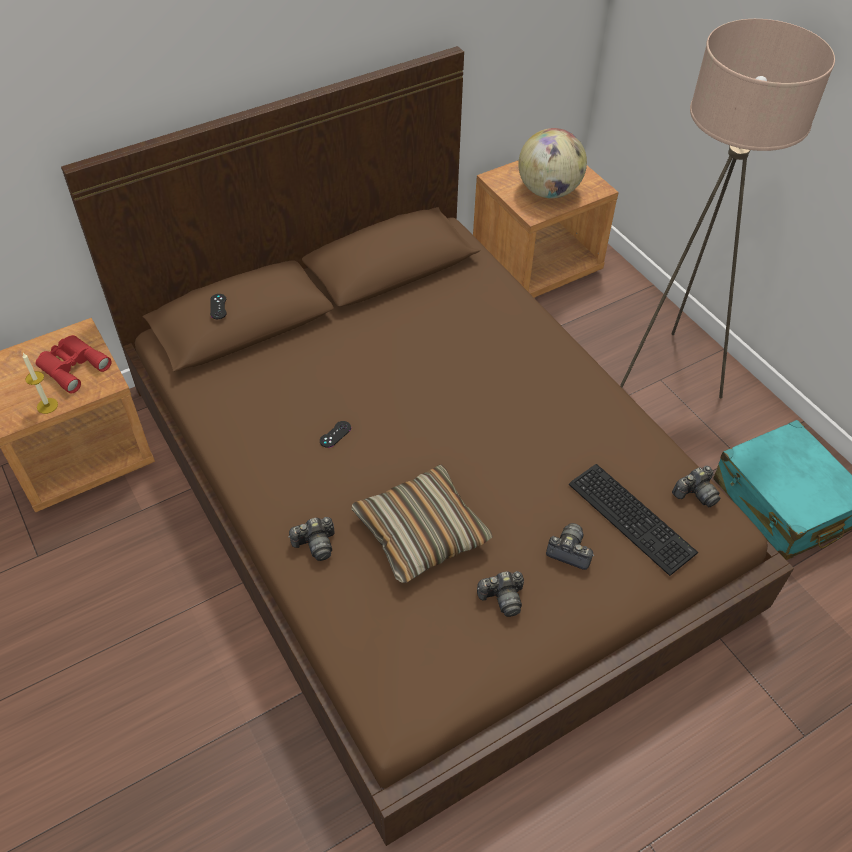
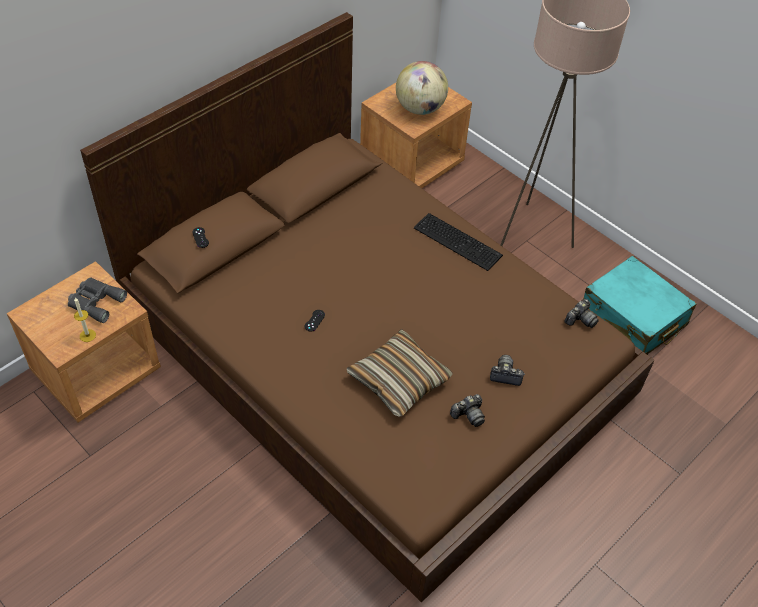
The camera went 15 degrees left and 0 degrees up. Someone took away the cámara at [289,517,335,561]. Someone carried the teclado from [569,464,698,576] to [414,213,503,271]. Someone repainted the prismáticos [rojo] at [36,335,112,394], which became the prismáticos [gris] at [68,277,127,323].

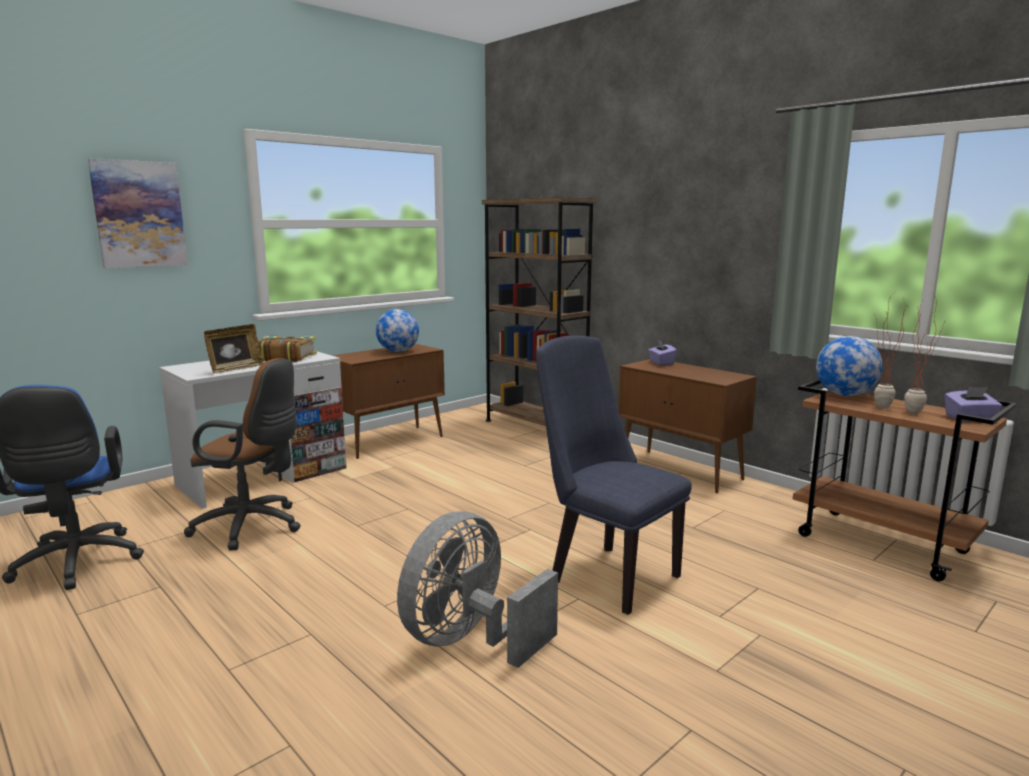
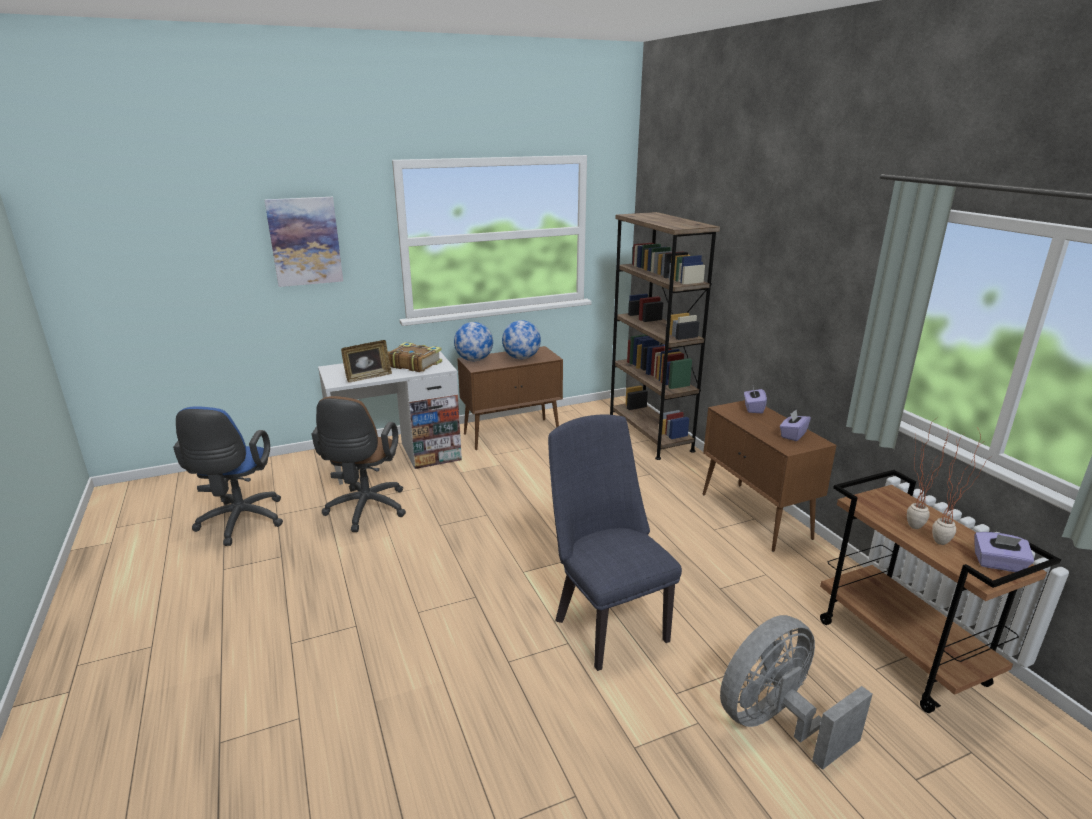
The camera went 20 degrees right and 10 degrees up. Someone put down the caja de pañuelos [morado] at [780,409,811,441]. Someone carried the ventilador [gris] from [397,511,558,668] to [720,615,873,770]. Someone carried the globo terráqueo from [816,336,883,396] to [454,322,493,361]. Someone rotated the silla de oficina [marrón] at [184,358,301,550] by 60 degrees clockwise.

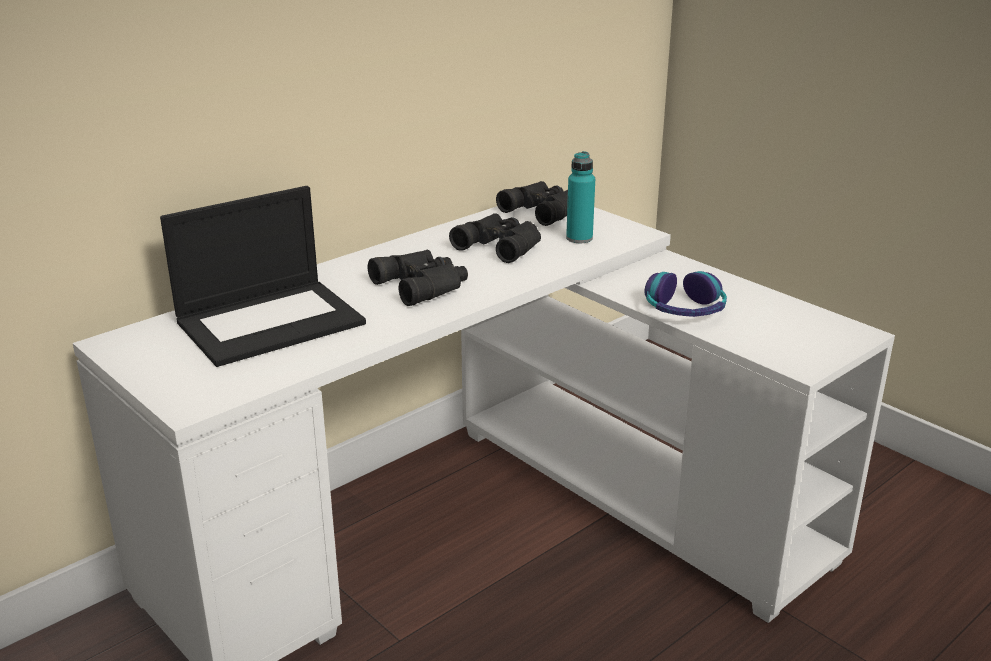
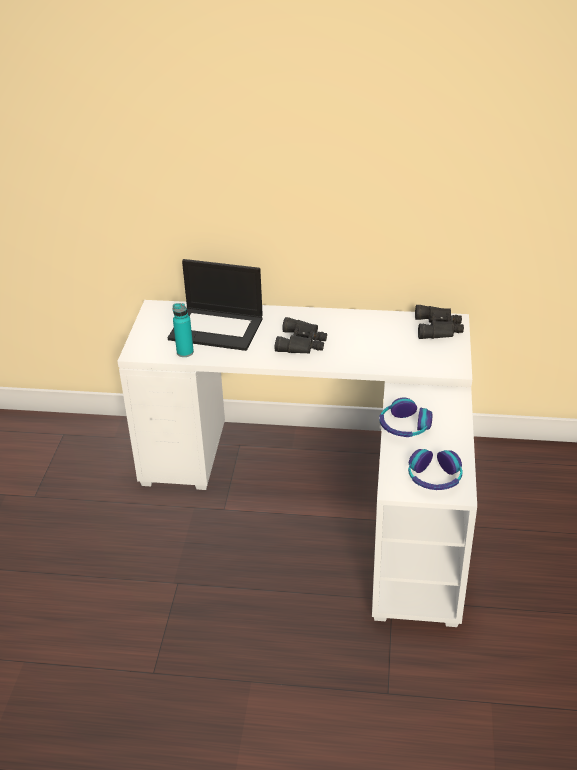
The camera went 50 degrees right and 10 degrees up. Someone took away the prismáticos [negro] at [449,213,541,263]. Someone put down the auriculares at [408,449,463,490]. Someone carried the botella [turquesa] from [566,151,595,243] to [173,303,194,357].

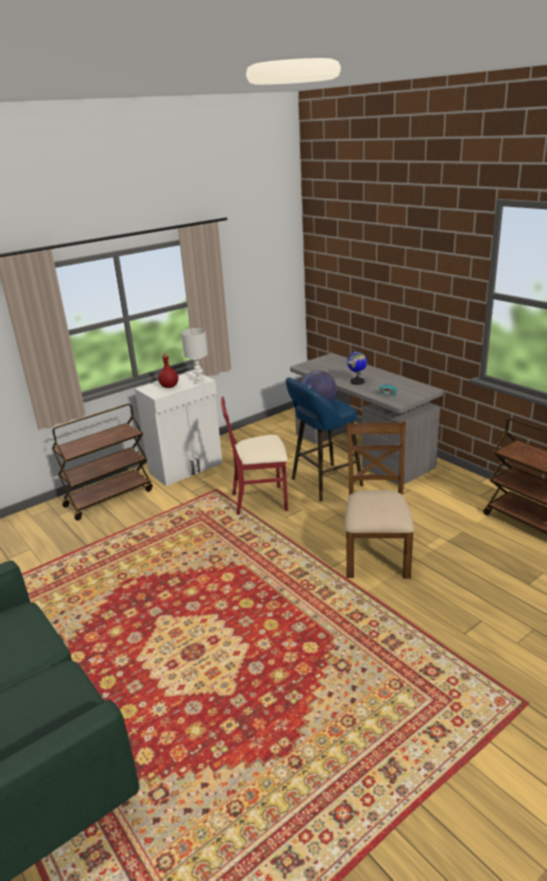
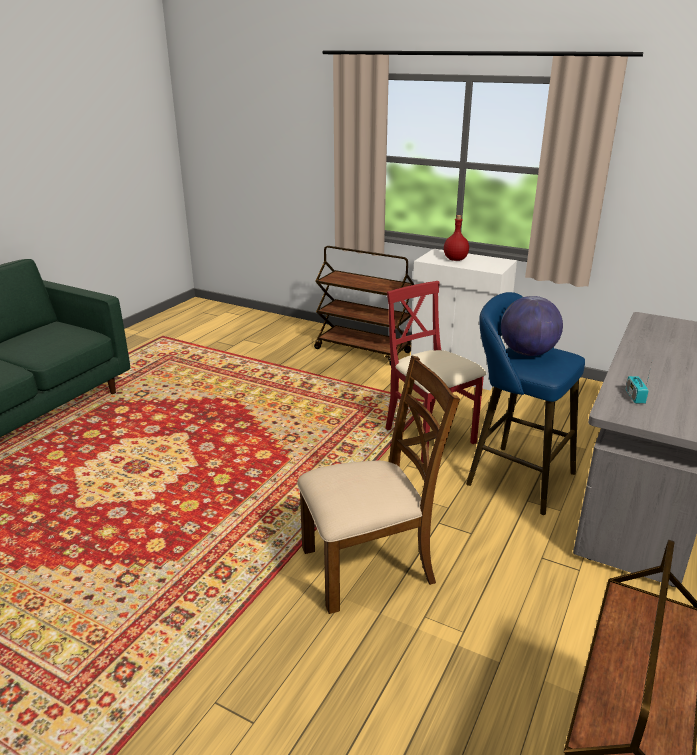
The camera went 65 degrees right and 0 degrees up. Someone took away the lámpara de mesa [blanco] at [181,328,208,384]. Someone took away the globo terráqueo at [347,349,367,385].

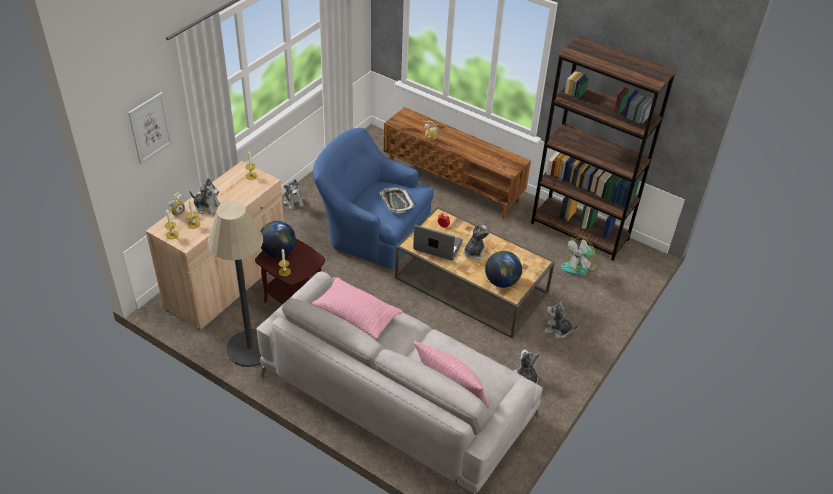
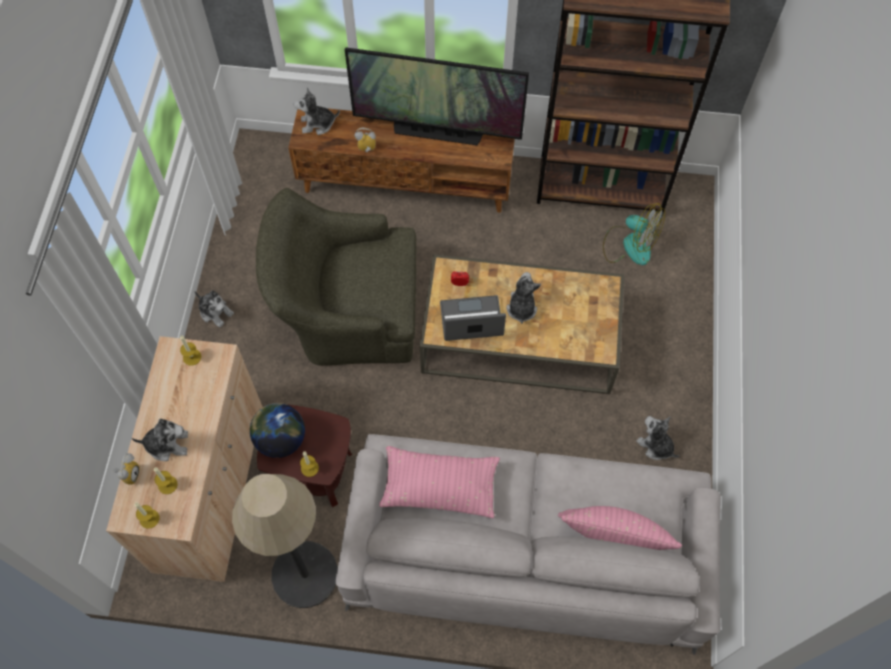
The camera went 25 degrees left and 20 degrees up. Someone took away the cuadro at [128,92,173,164]. Someone took away the bandeja at [380,187,415,213]. Someone took away the globo terráqueo at [485,251,522,288]. Someone put down the televisor at [345,47,529,145]. Someone carried the peluche from [544,301,578,338] to [293,87,340,135]. Someone repainted the sillón [azul] at [313,128,434,269], which became the sillón [verde] at [256,188,416,365]. Someone rotated the ventilador at [561,235,599,276] by 90 degrees counterclockwise.

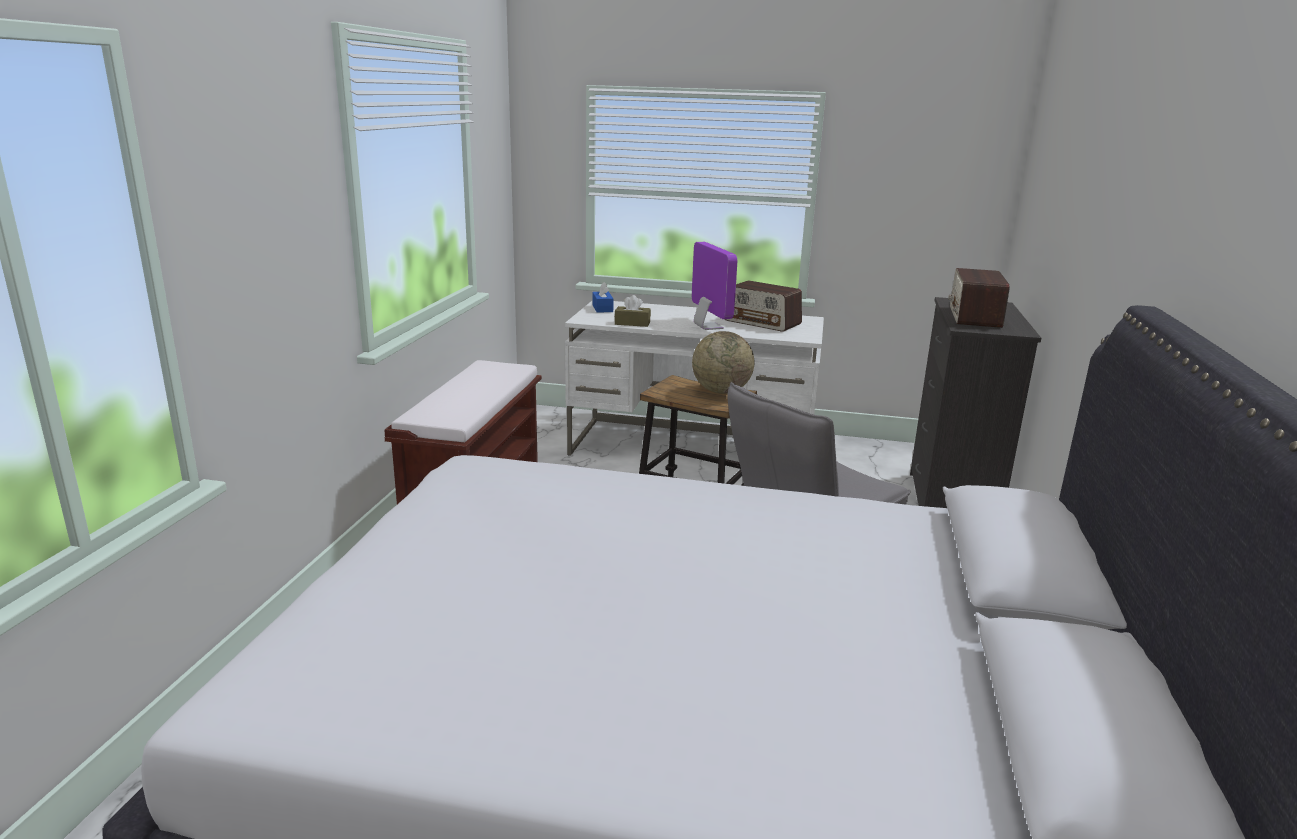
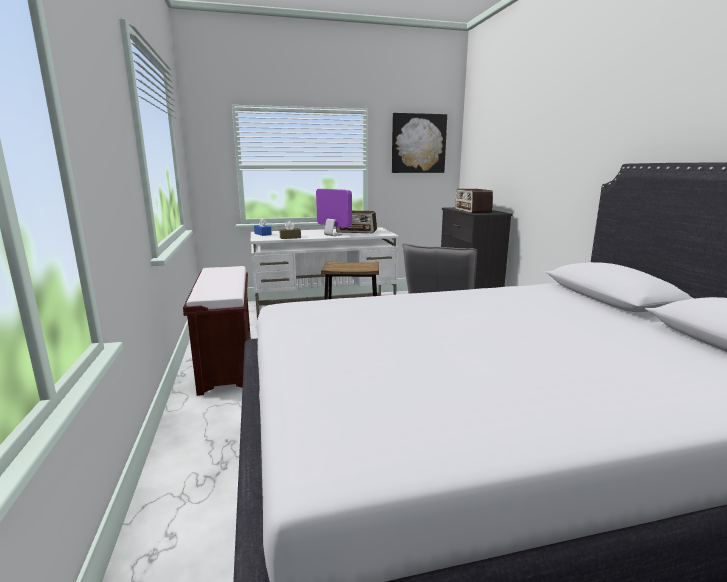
The camera went 25 degrees left and 5 degrees down. Someone took away the globo terráqueo at [692,331,754,394]. Someone put up the cuadro at [392,113,447,173].

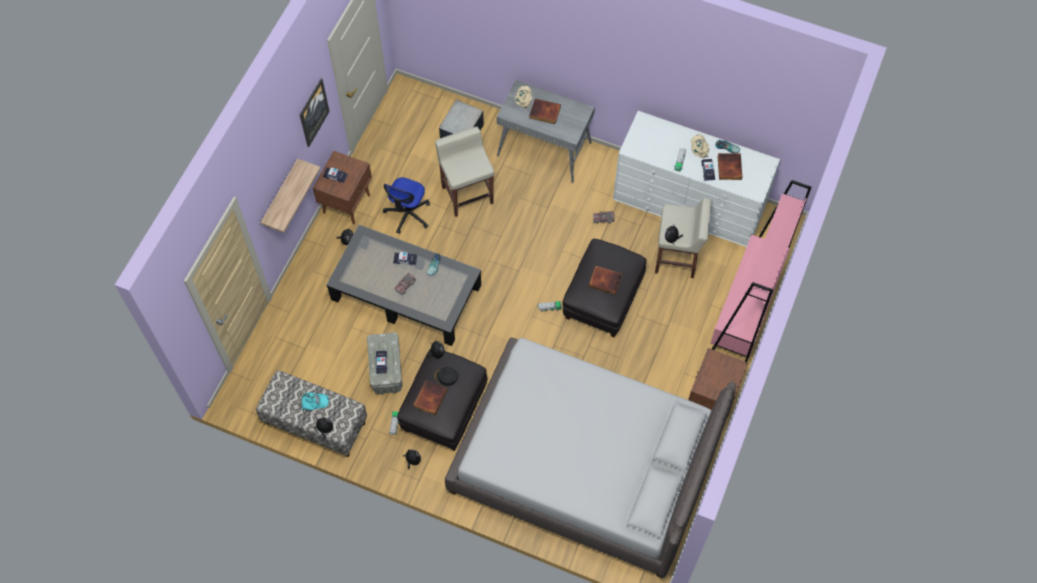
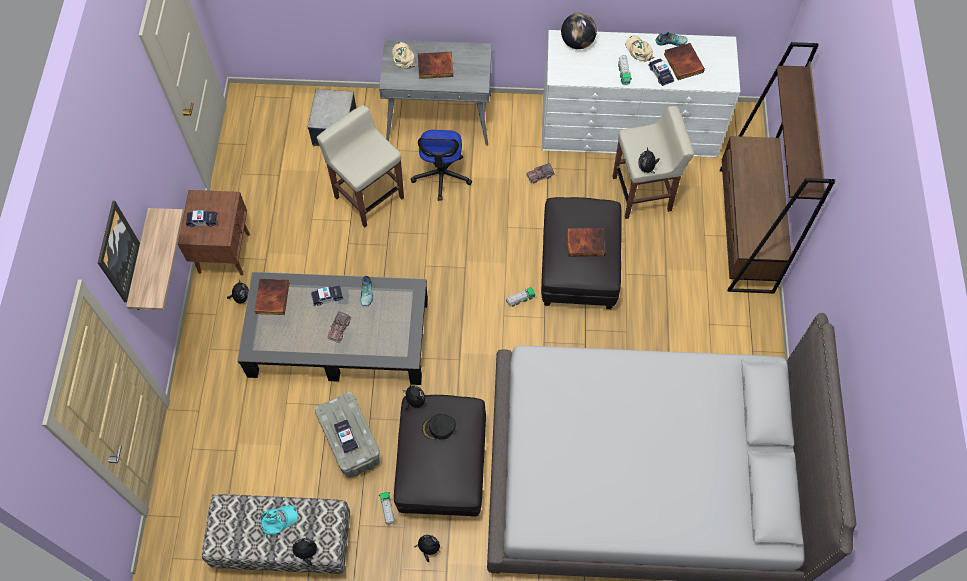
The camera went 20 degrees left and 0 degrees up. Someone took away the mesita de noche [marrón] at [688,348,748,418]. Someone put down the globo terráqueo at [561,13,597,49]. Someone carried the cuadro from [300,79,330,147] to [98,201,140,302]. Someone carried the silla de oficina from [383,177,430,234] to [411,130,472,201]. Someone carried the libro from [414,380,447,415] to [254,279,289,315]. Someone repainted the estantería [rosa] at [710,180,812,362], which became the estantería [marrón] at [720,42,835,294].

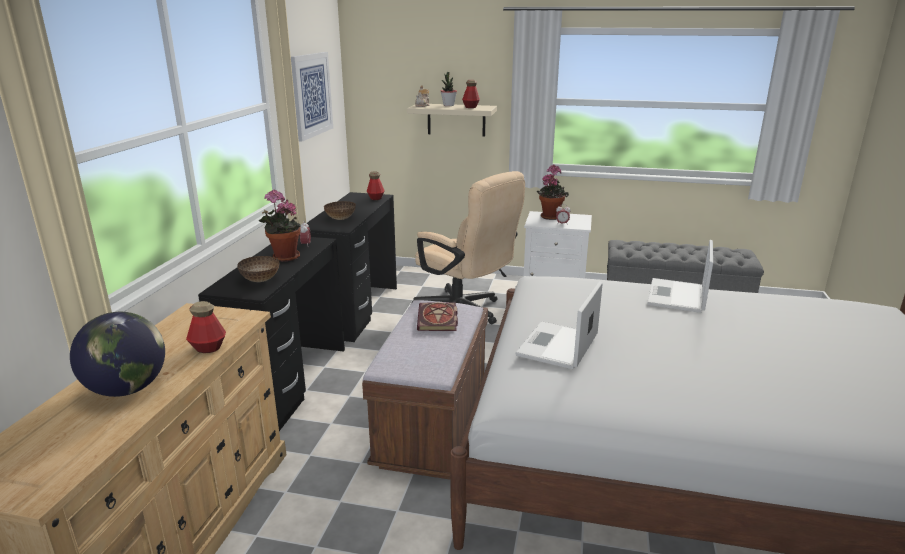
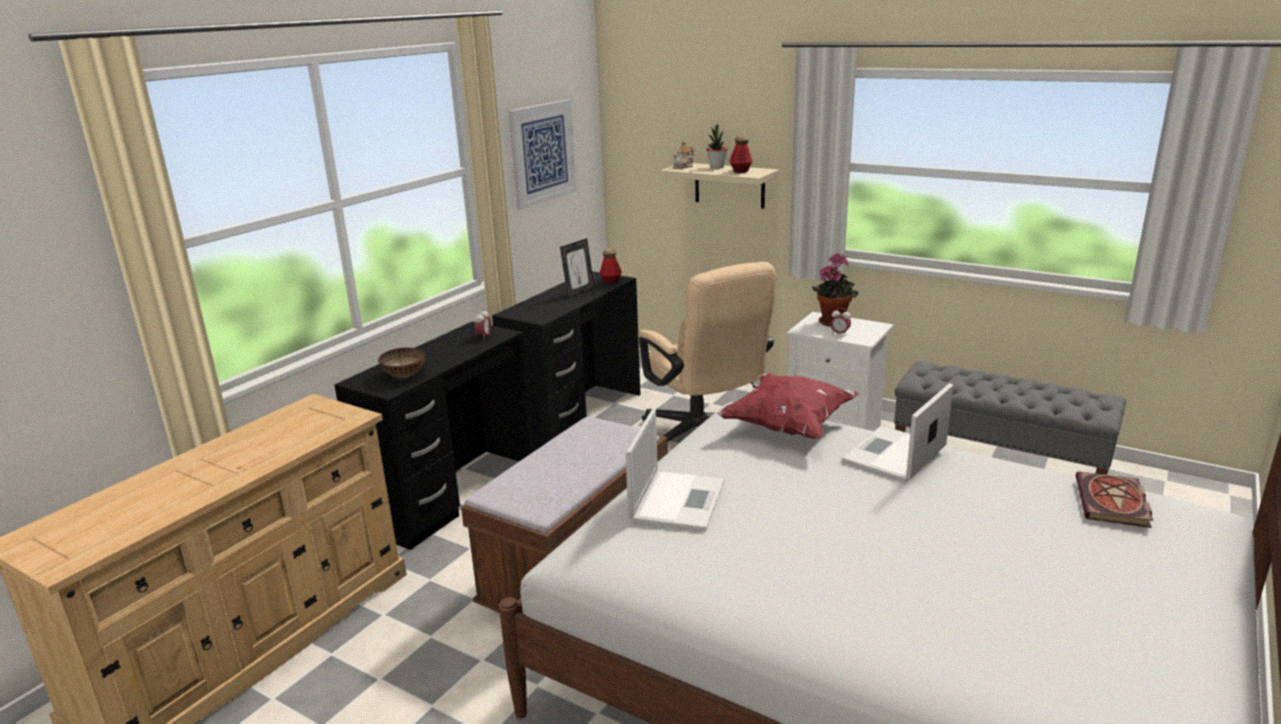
The camera went 20 degrees right and 0 degrees up. Someone took away the globo terráqueo at [70,312,165,397]. Someone took away the botella at [186,301,226,353]. Someone took away the planta en maceta at [258,189,301,262]. Someone took away the cuenco at [324,201,356,220]. Someone put down the portarretratos at [560,238,595,299]. Someone put down the cojín [rojo] at [717,373,859,439]. Someone carried the libro from [417,302,458,331] to [1076,471,1153,528]. Someone rotated the portátil at [515,281,603,369] by 150 degrees clockwise.

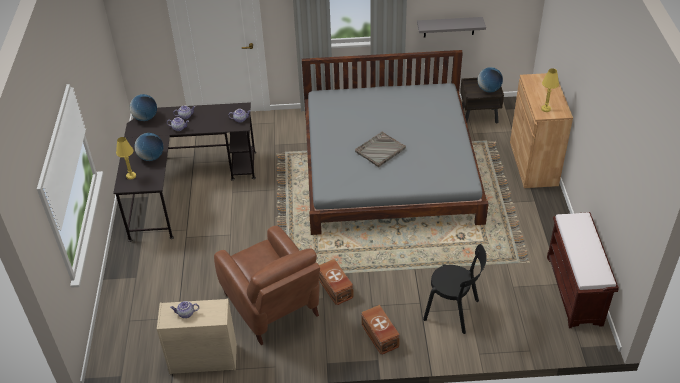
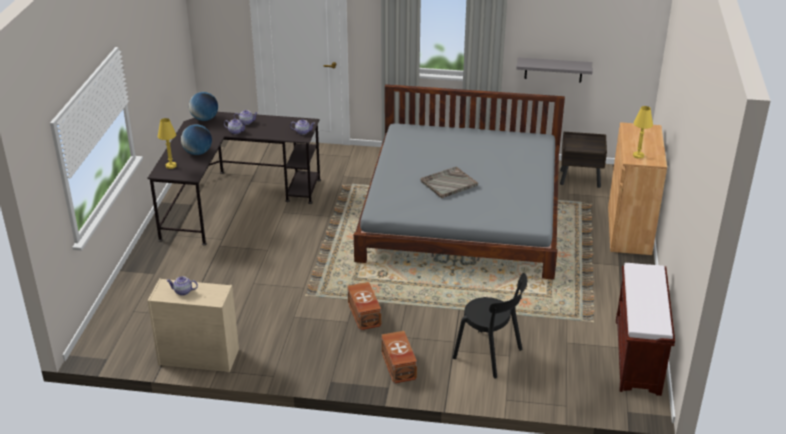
The camera went 10 degrees right and 10 degrees down. Someone took away the sillón [marrón] at [214,226,320,345]. Someone took away the globo terráqueo at [478,67,503,92].

